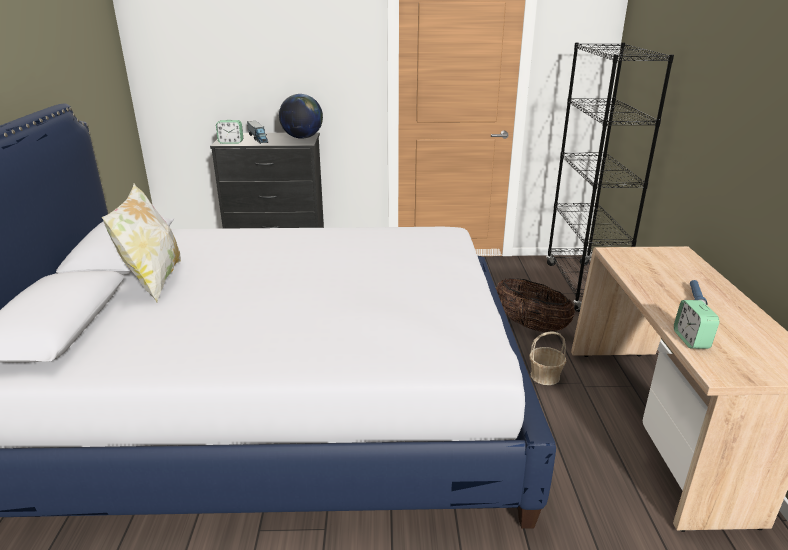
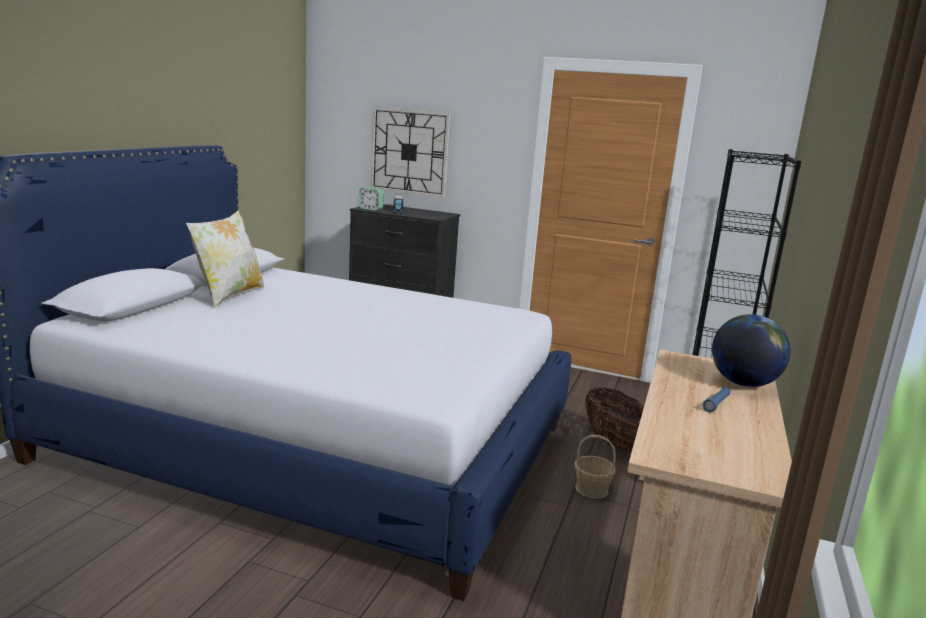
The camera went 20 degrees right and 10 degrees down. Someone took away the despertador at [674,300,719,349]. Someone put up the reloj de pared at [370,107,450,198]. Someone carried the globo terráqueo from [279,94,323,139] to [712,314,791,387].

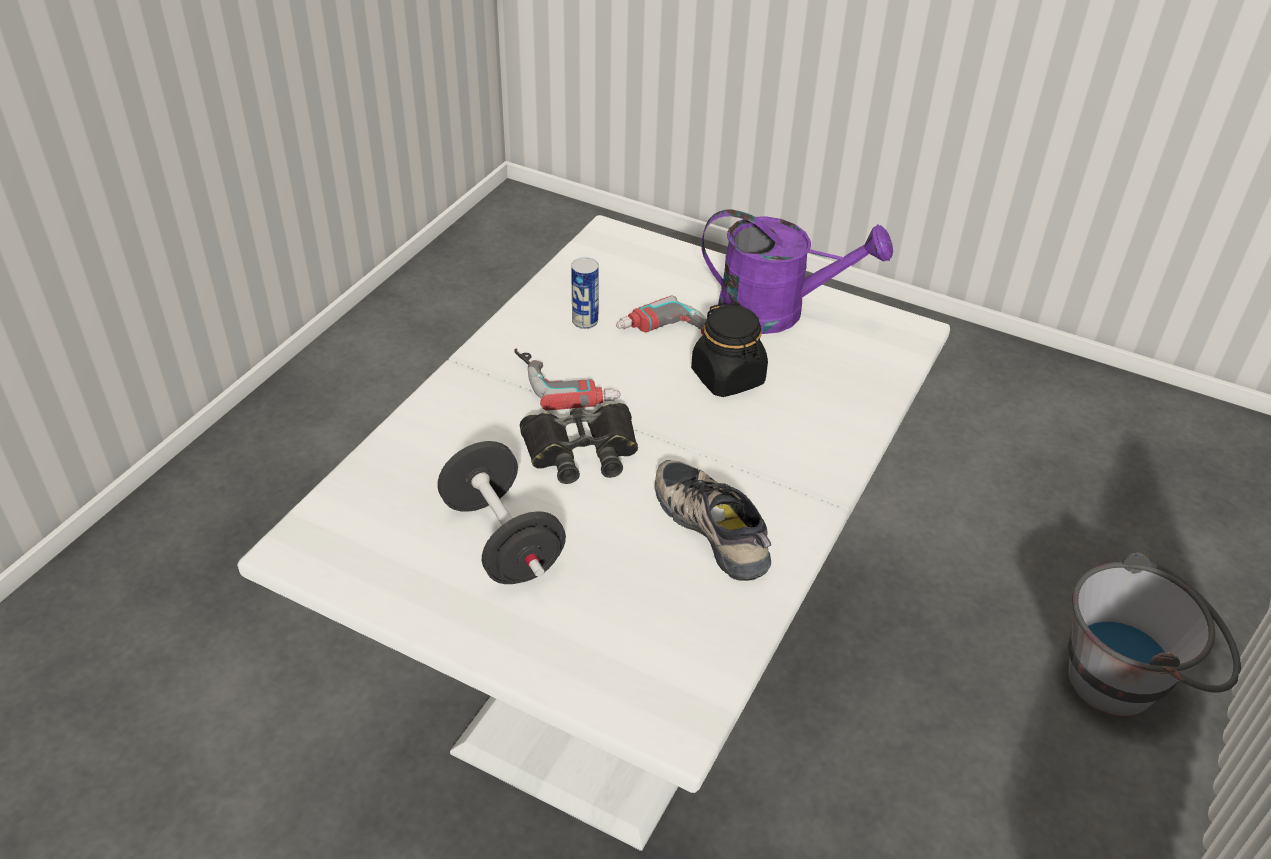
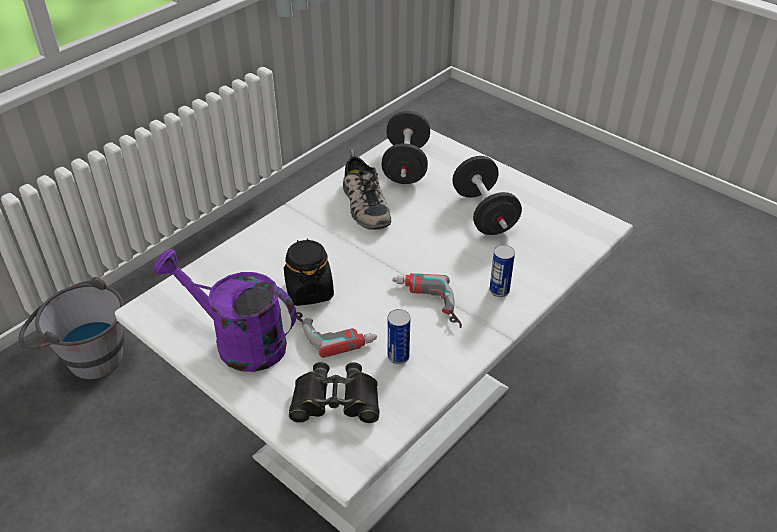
The camera went 165 degrees left and 0 degrees up. Someone put down the mancuerna [negro] at [381,111,430,184]. Someone put down the lata at [490,245,515,297]. Someone carried the prismáticos [negro] from [520,403,638,484] to [289,362,380,423].

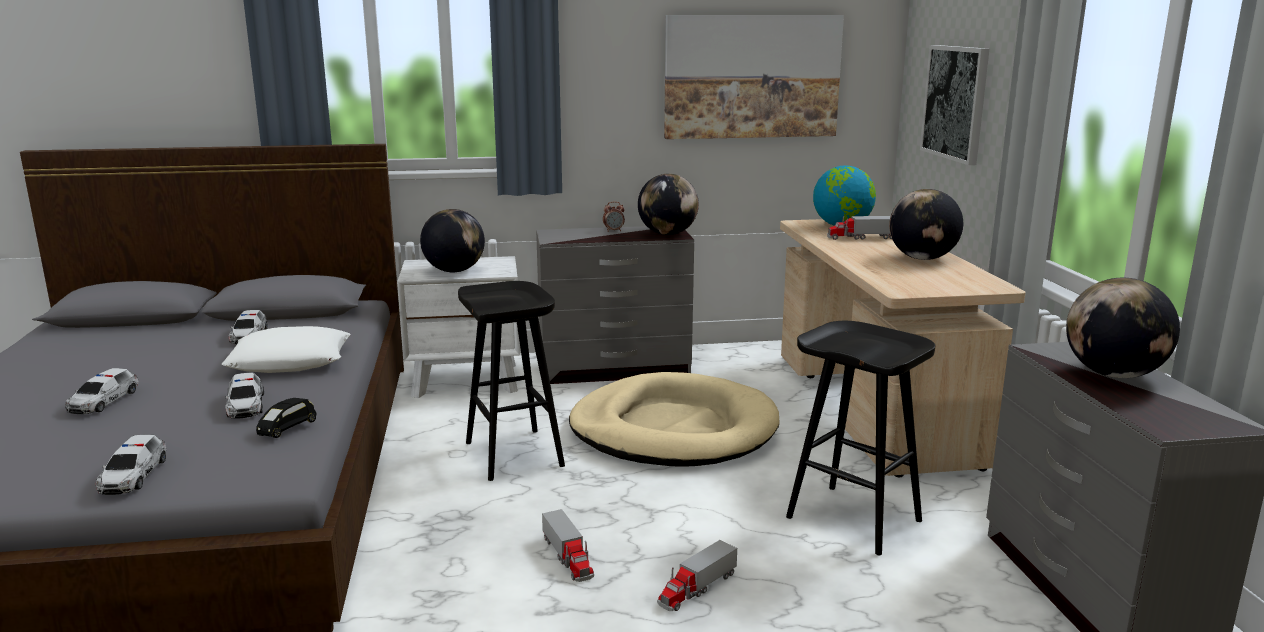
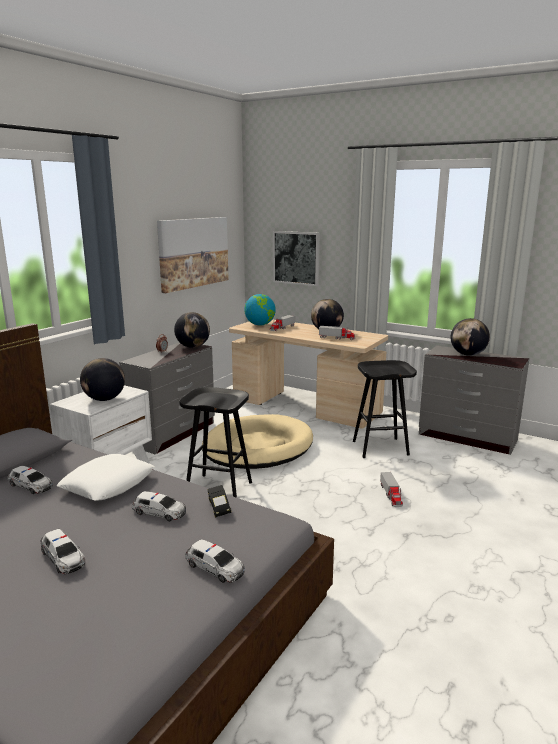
The camera went 50 degrees left and 0 degrees up. Someone carried the camión de juguete from [542,509,594,582] to [319,326,355,340].

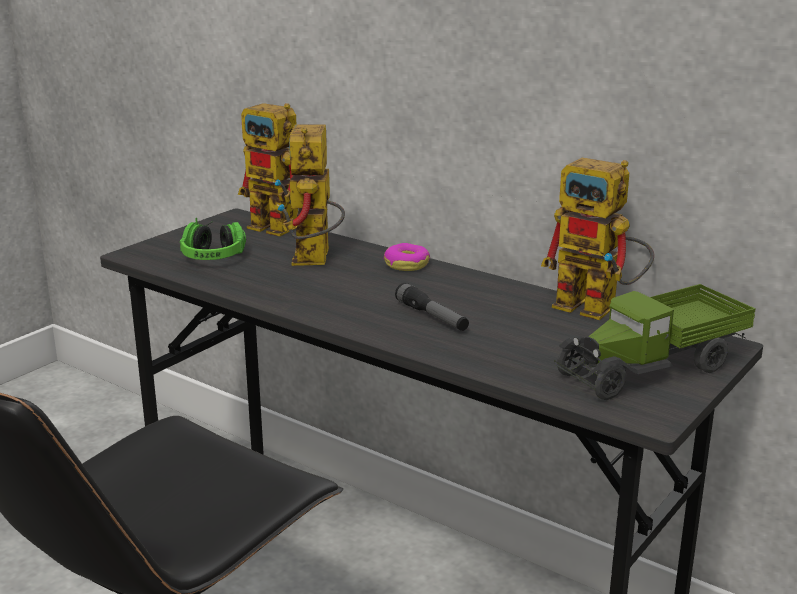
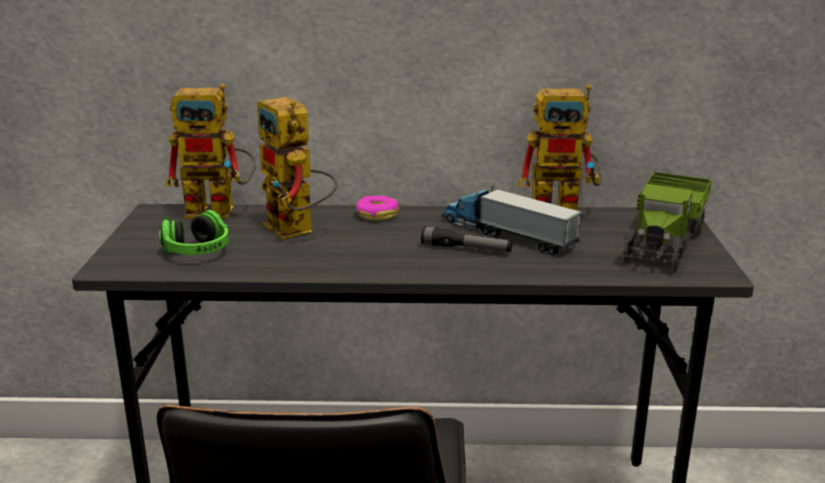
The camera went 35 degrees left and 0 degrees up. Someone put down the camión de juguete at [442,185,582,255].

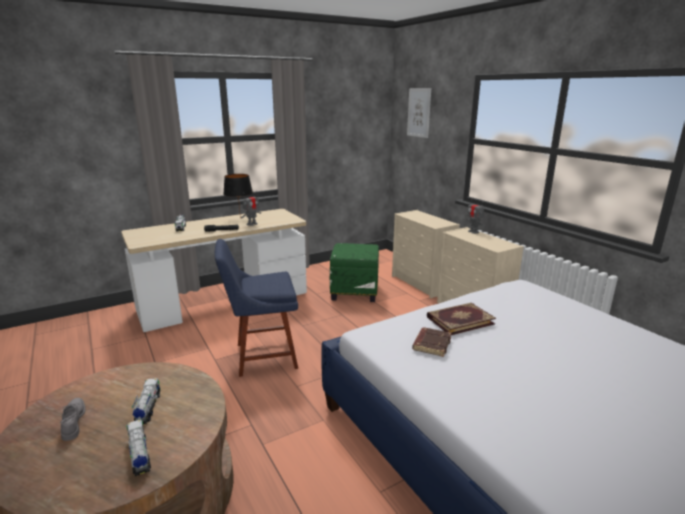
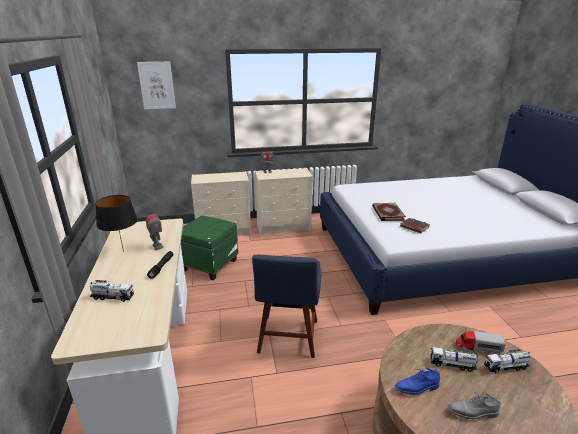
The camera went 70 degrees left and 5 degrees up. Someone put down the zapato [azul] at [395,367,440,395]. Someone put down the camión de juguete at [456,331,506,355].

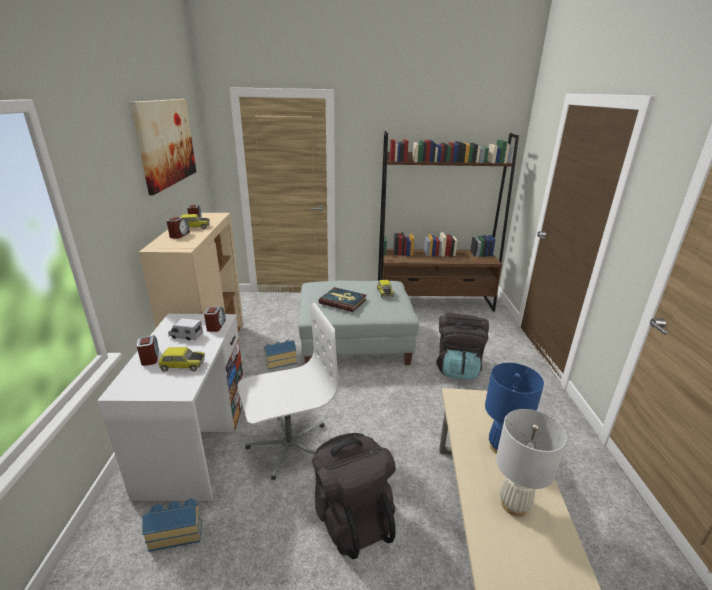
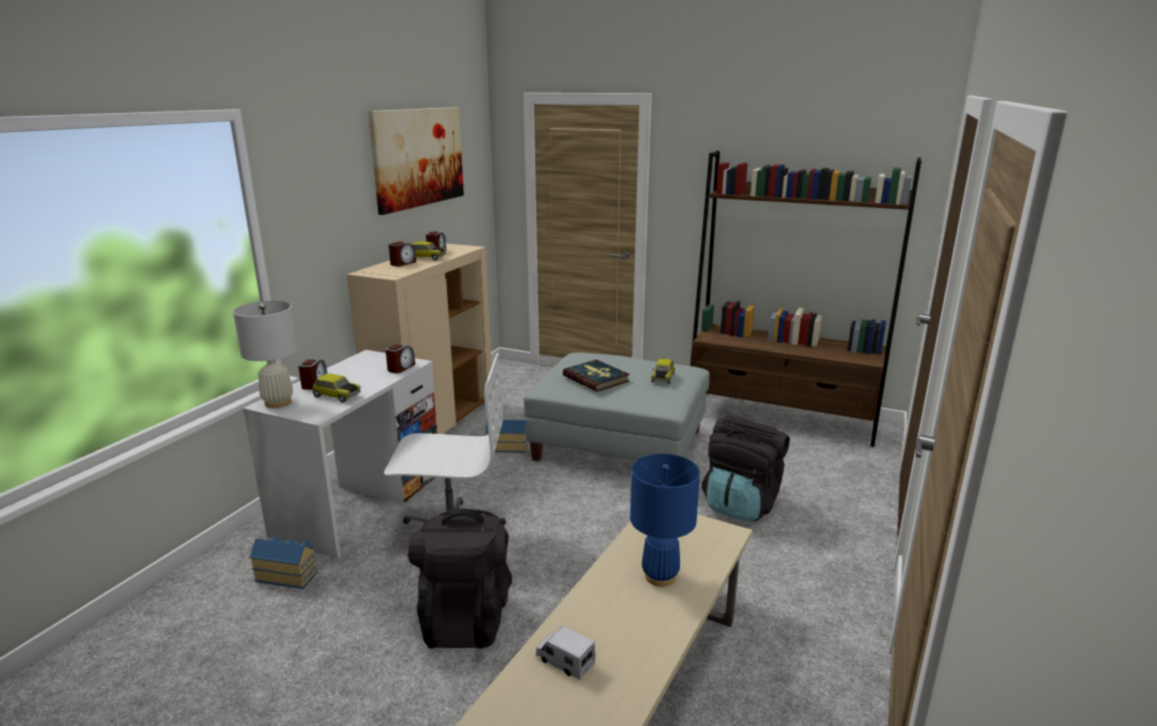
The camera went 25 degrees right and 5 degrees down. Someone carried the camión de juguete from [168,318,203,341] to [536,626,595,680]. Someone carried the lámpara de mesa [blanco] from [496,409,567,517] to [233,301,298,408].

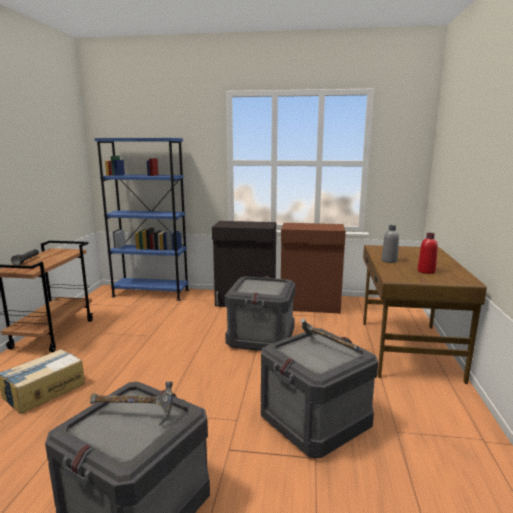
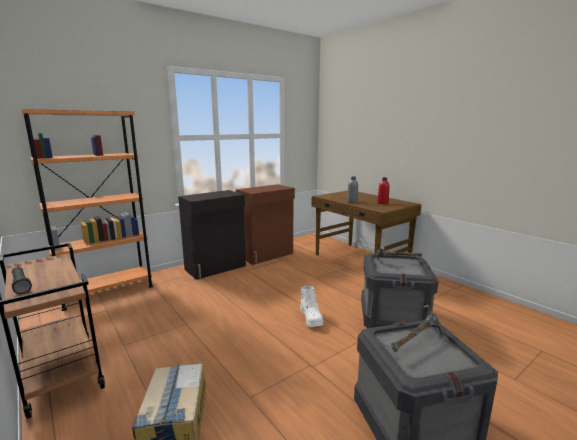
The camera went 45 degrees left and 0 degrees up. Someone took away the caja de embalaje at [225,276,296,351]. Someone put down the bota [blanco] at [300,286,323,327]. Someone repainted the estantería [azul] at [95,138,189,301], which became the estantería [naranja] at [21,109,153,311].

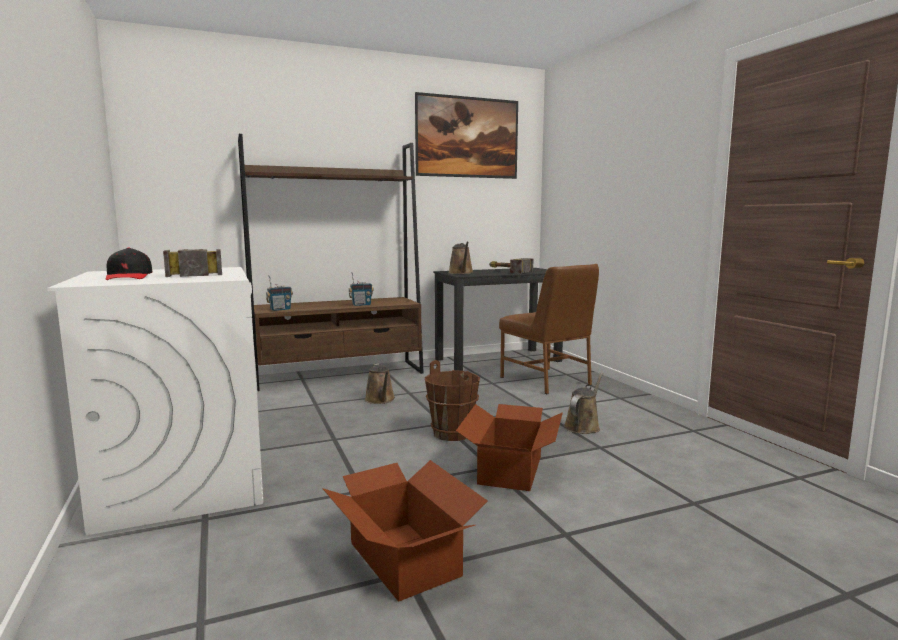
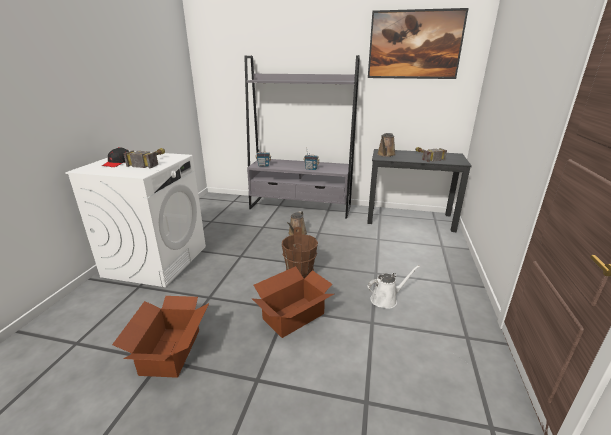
The camera went 35 degrees right and 15 degrees up. Someone took away the silla [marrón] at [499,264,599,394]. Someone repainted the estantería [marrón] at [238,134,424,391], which became the estantería [gris] at [244,55,360,218]. Someone repainted the regadera [marrón] at [564,373,603,434], which became the regadera [blanco] at [367,265,420,309].

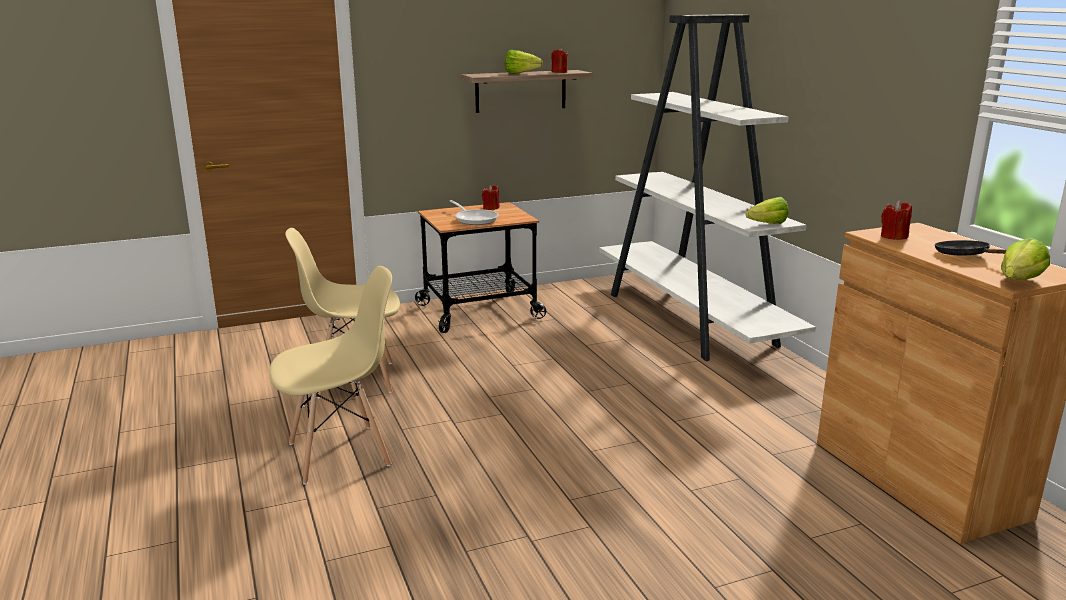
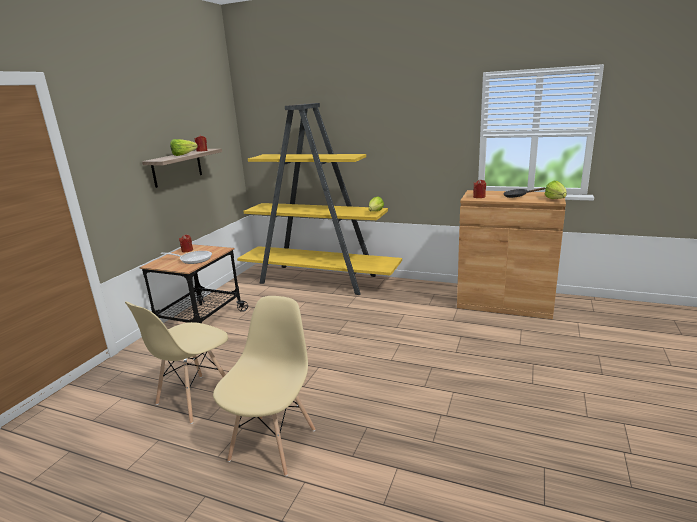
The camera went 45 degrees left and 0 degrees up. Someone repainted the estantería [blanco] at [599,14,816,361], which became the estantería [amarillo] at [237,103,402,295].

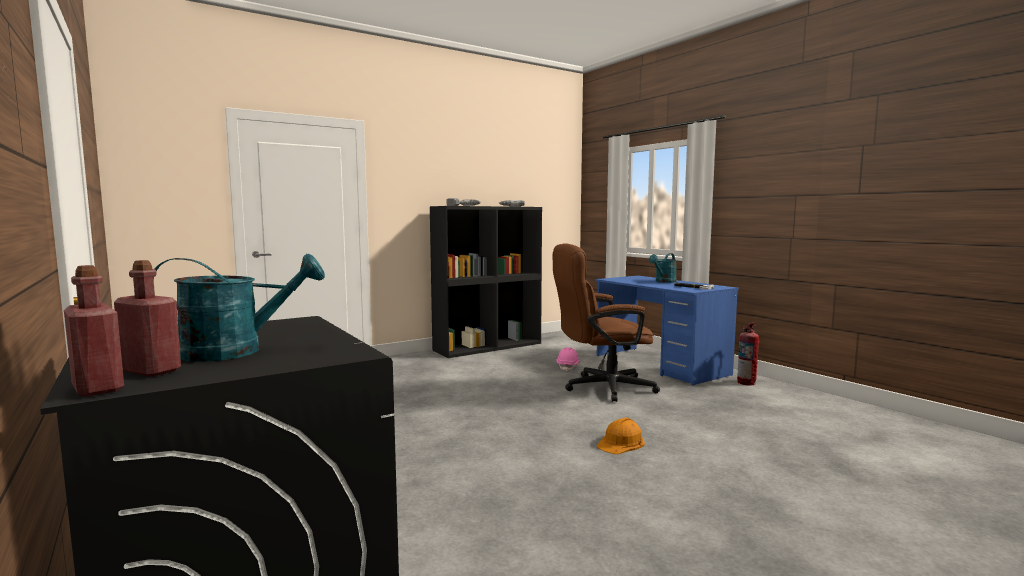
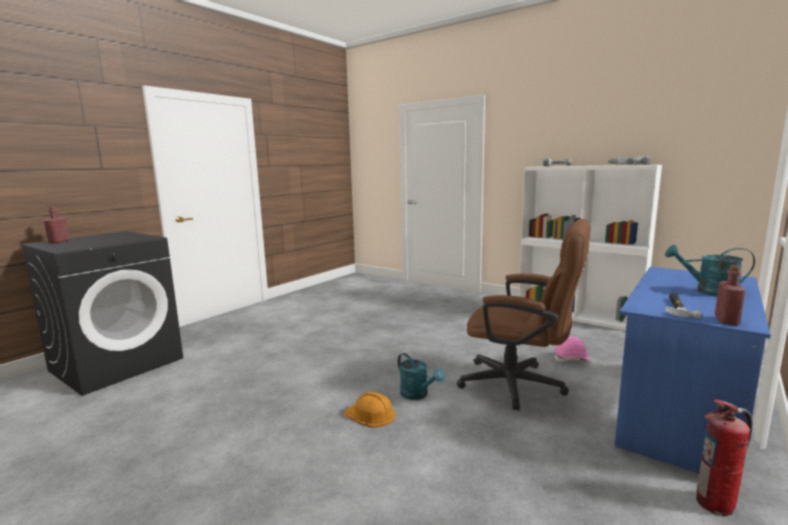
The camera went 70 degrees right and 5 degrees up. Someone carried the botella [rojo] from [64,265,124,397] to [715,265,745,325]. Someone carried the regadera [turquesa] from [153,254,325,362] to [398,353,445,400]. Someone repainted the estantería [negro] at [430,206,542,358], which became the estantería [blanco] at [519,165,662,331]. Someone rotated the silla de oficina [marrón] at [553,243,660,402] by 150 degrees clockwise.

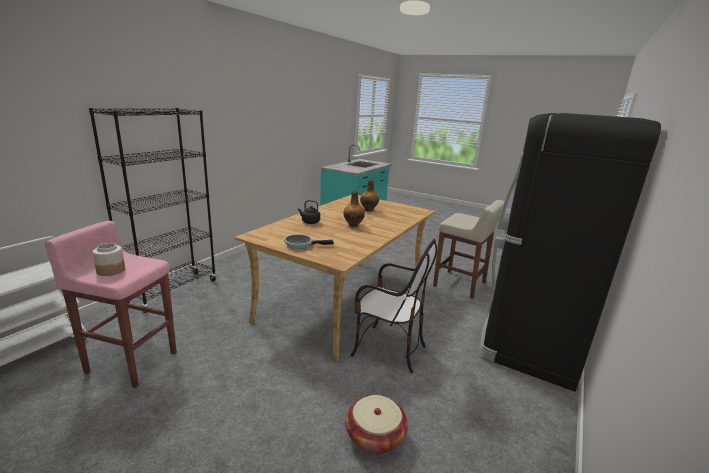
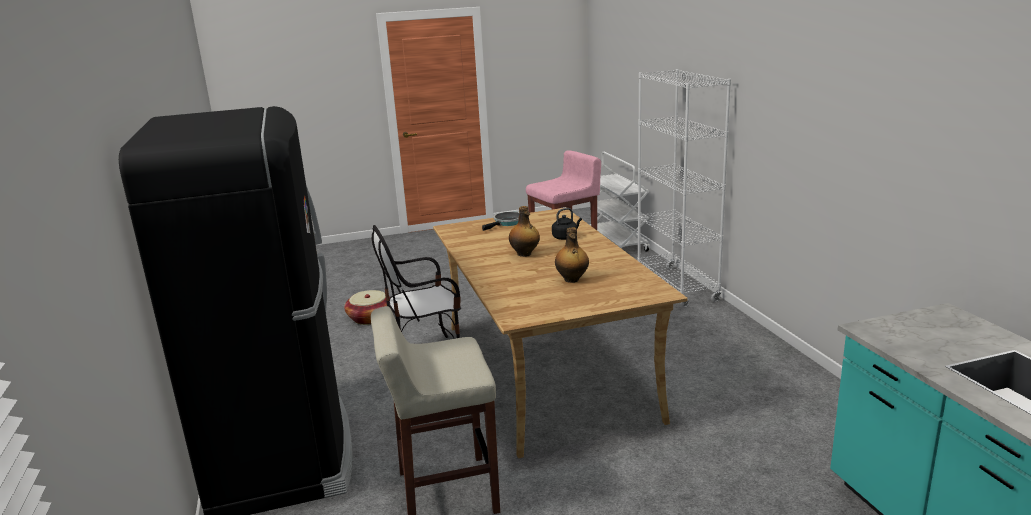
The camera went 135 degrees right and 0 degrees up. Someone took away the tarro at [92,243,125,276]. Someone repainted the estantería [negro] at [89,108,216,313], which became the estantería [blanco] at [637,69,731,308].

